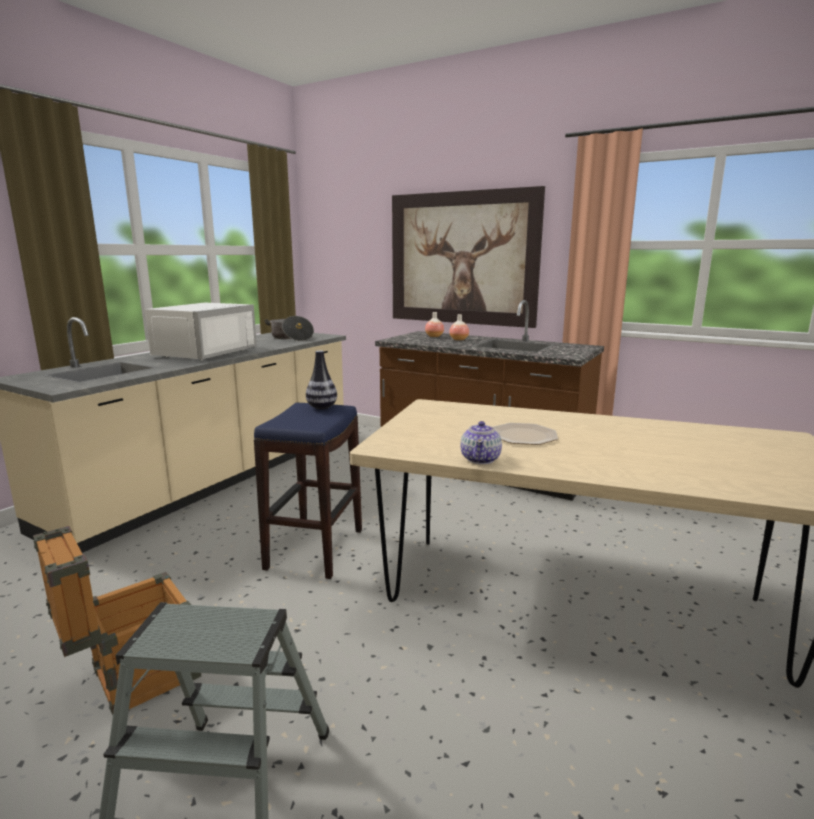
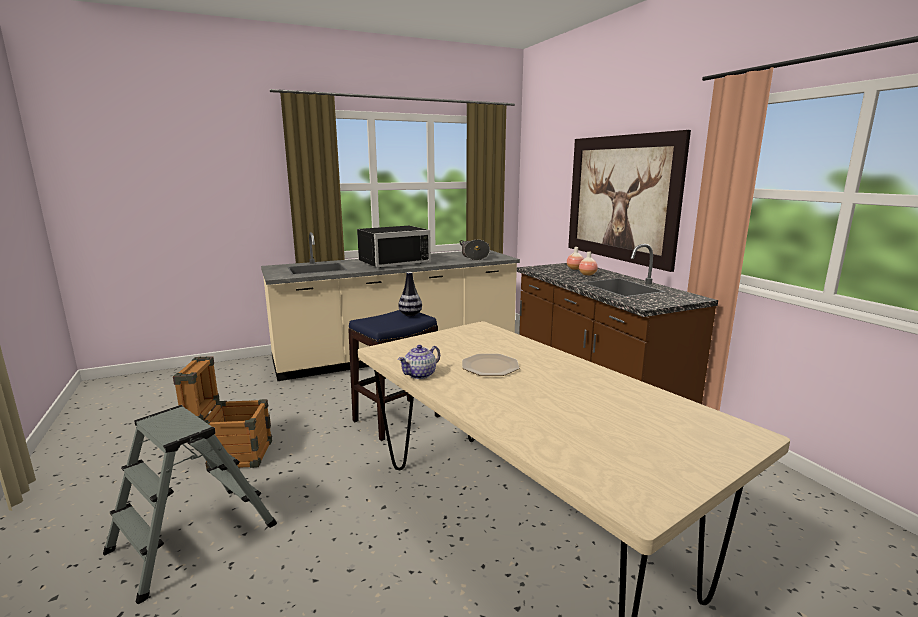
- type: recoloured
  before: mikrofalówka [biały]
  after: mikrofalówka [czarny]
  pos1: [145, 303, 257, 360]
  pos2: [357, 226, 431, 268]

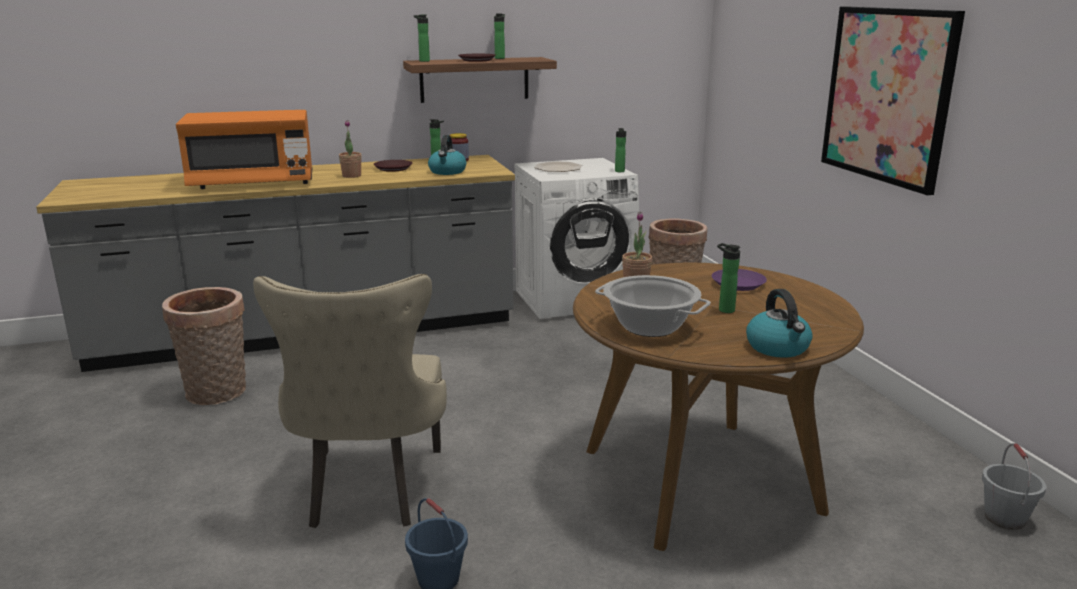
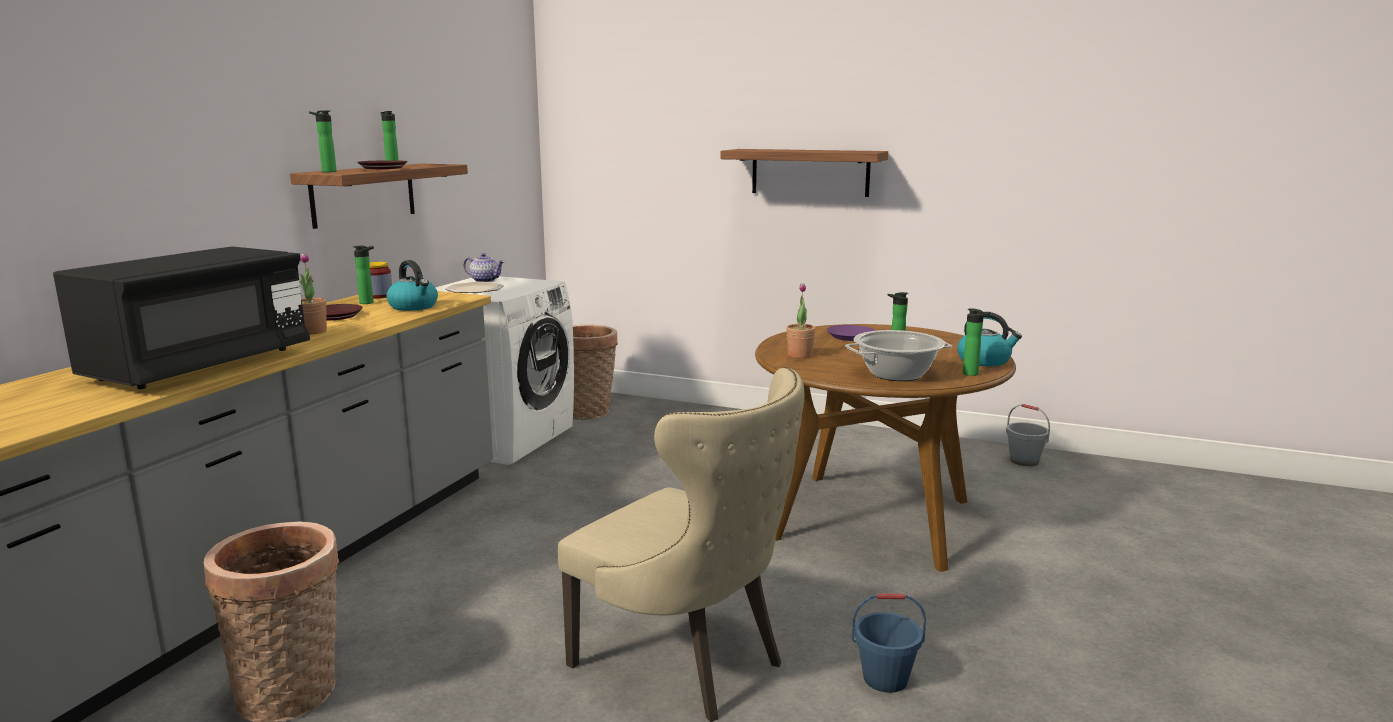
- type: replaced
  before: obraz
  after: półka
  pos1: [821, 6, 965, 195]
  pos2: [721, 149, 888, 197]
- type: recoloured
  before: mikrofalówka [pomarańczowy]
  after: mikrofalówka [czarny]
  pos1: [176, 110, 312, 189]
  pos2: [53, 247, 310, 389]
- type: moved
  before: butelka
  pos1: [615, 128, 626, 172]
  pos2: [963, 309, 991, 376]
- type: added
  after: imbryk
  pos2: [463, 253, 504, 282]

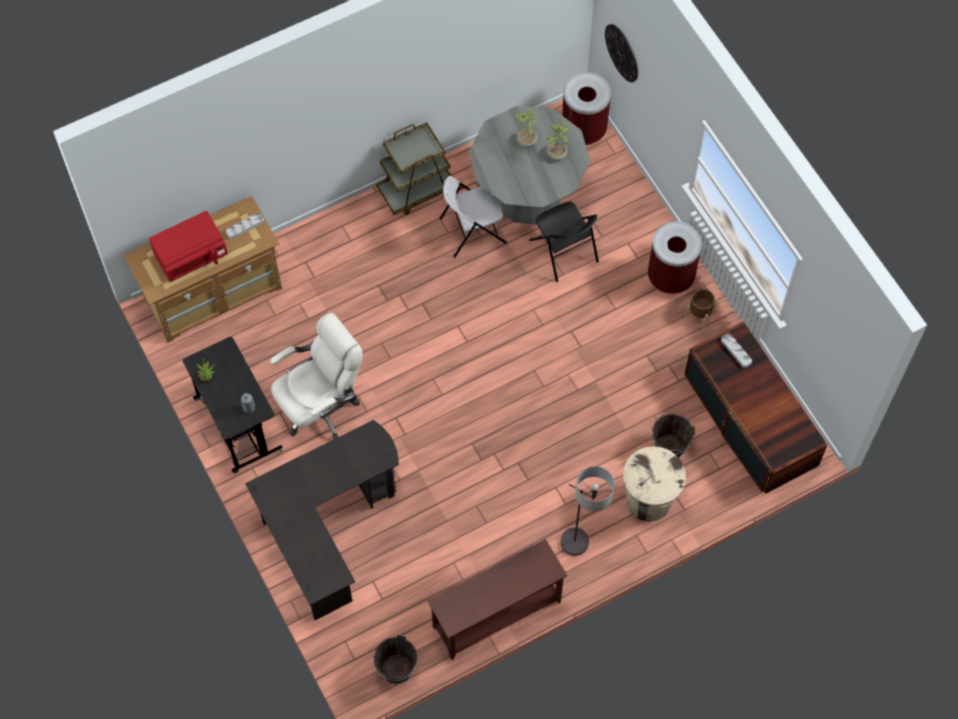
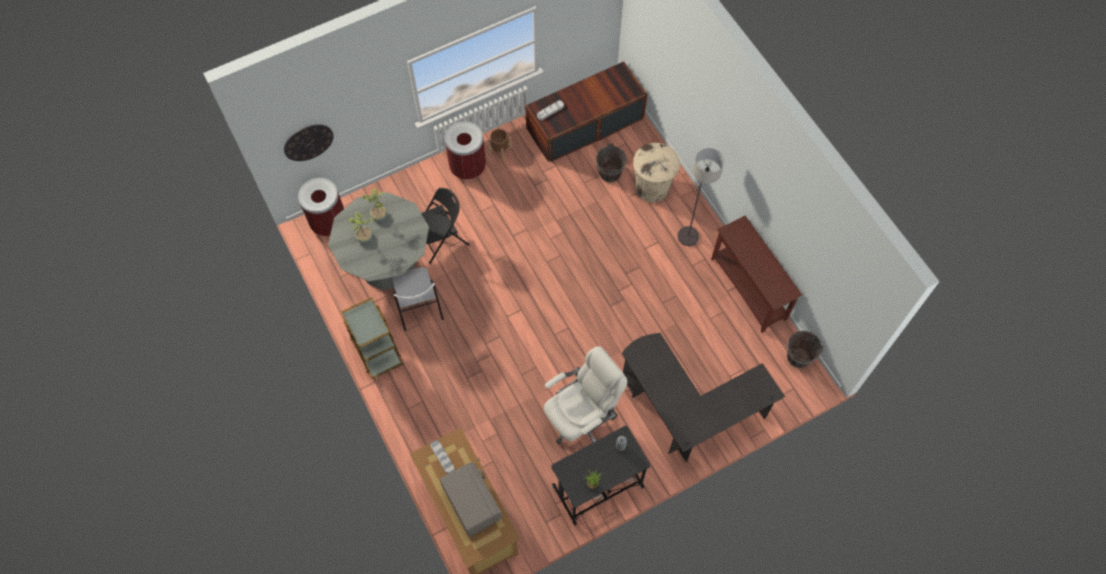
- type: recoloured
  before: mikrofalówka [czerwony]
  after: mikrofalówka [szary]
  pos1: [149, 211, 228, 282]
  pos2: [440, 462, 502, 537]
- type: turned
  before: krzesło biurowe [biały]
  pos1: [270, 313, 363, 439]
  pos2: [544, 346, 627, 444]
  turn: 90

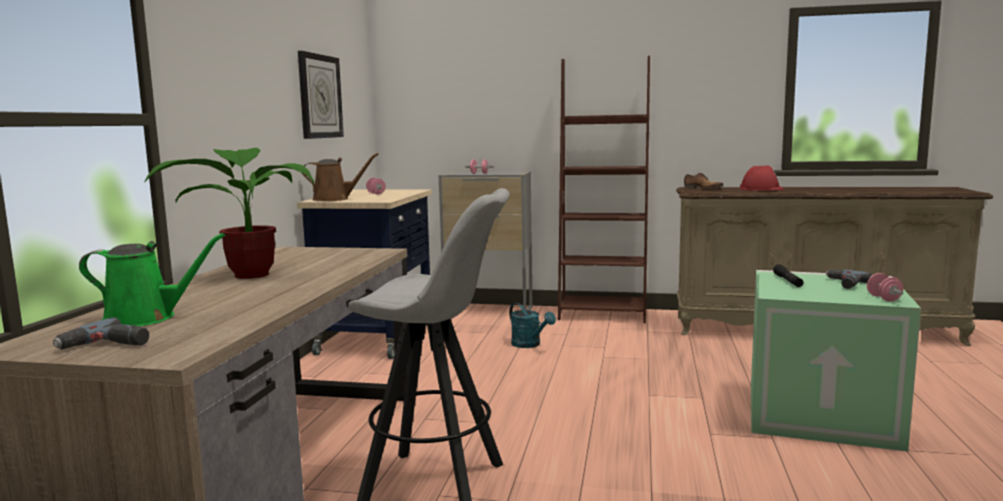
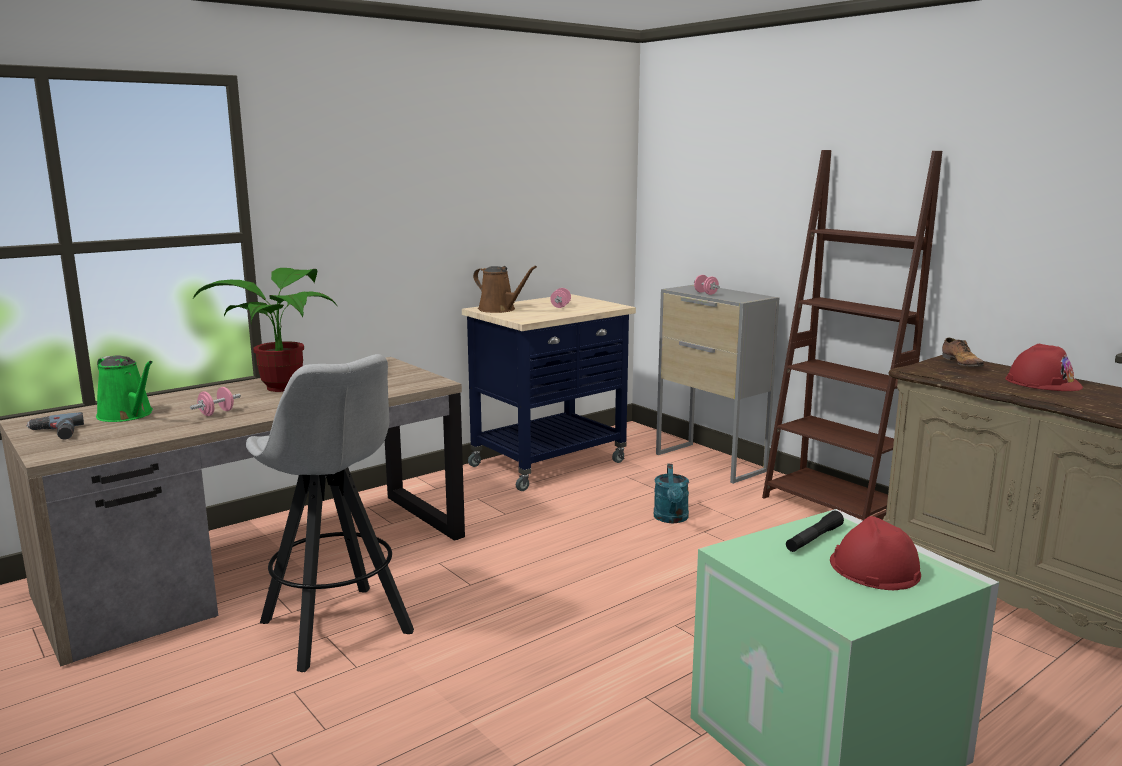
- type: removed
  before: zegar ścienny
  pos1: [298, 51, 344, 139]
- type: replaced
  before: wiertarka
  after: kask [czerwony]
  pos1: [826, 269, 871, 289]
  pos2: [830, 516, 921, 590]
- type: moved
  before: hantel [różowy]
  pos1: [867, 273, 903, 301]
  pos2: [190, 387, 241, 416]

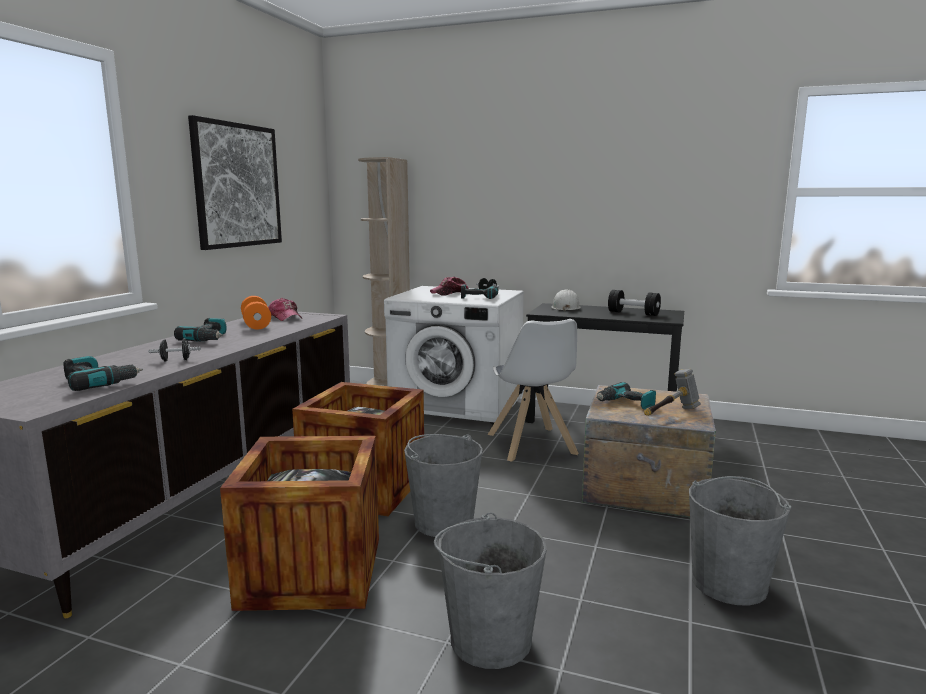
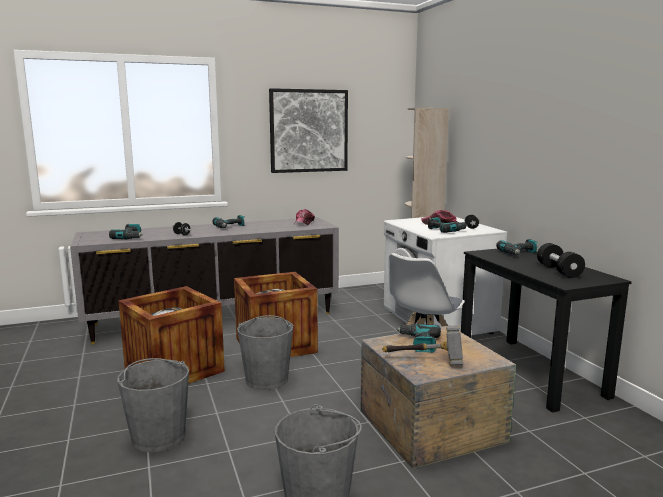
- type: replaced
  before: kask [biały]
  after: wiertarka
  pos1: [552, 289, 581, 311]
  pos2: [496, 239, 538, 255]
- type: removed
  before: hantel [pomarańczowy]
  pos1: [241, 296, 271, 330]

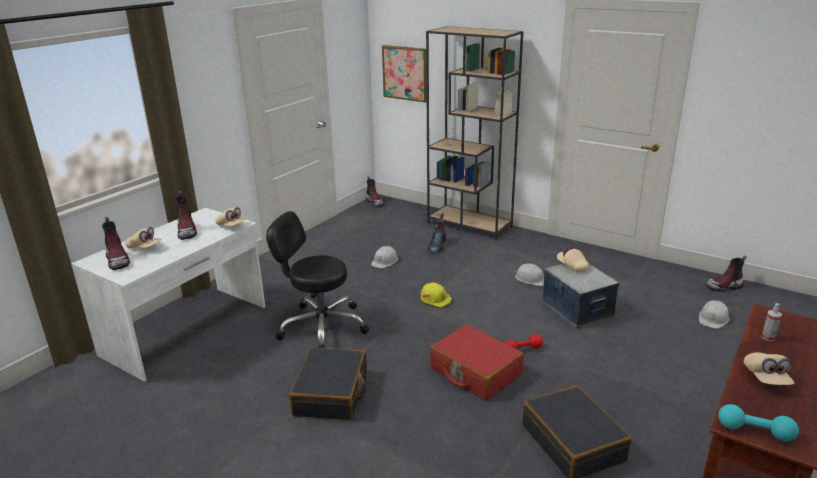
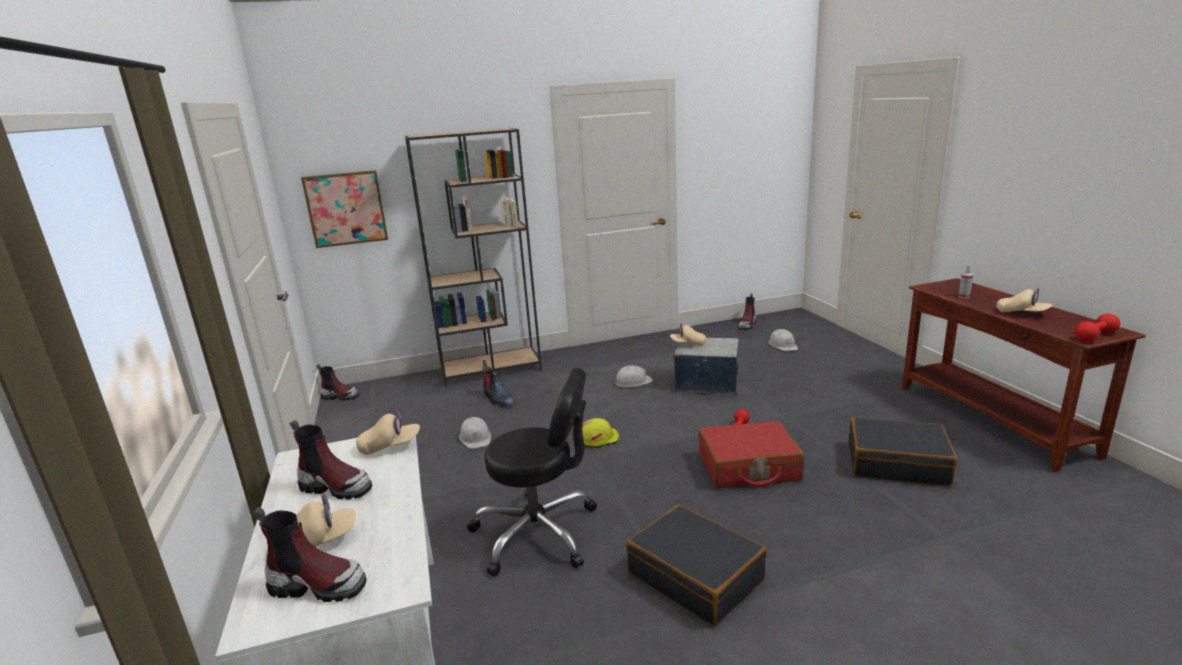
- type: turned
  before: krzesło biurowe [czarny]
  pos1: [266, 211, 369, 348]
  pos2: [467, 368, 597, 577]
  turn: -135
- type: recoloured
  before: hantel [turkusowy]
  after: hantel [czerwony]
  pos1: [718, 404, 799, 442]
  pos2: [1075, 314, 1120, 341]

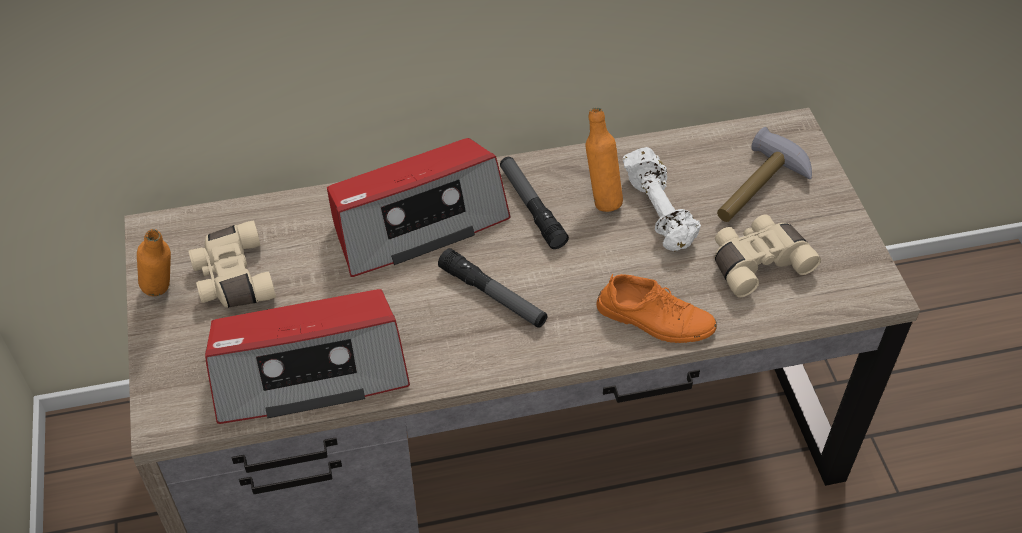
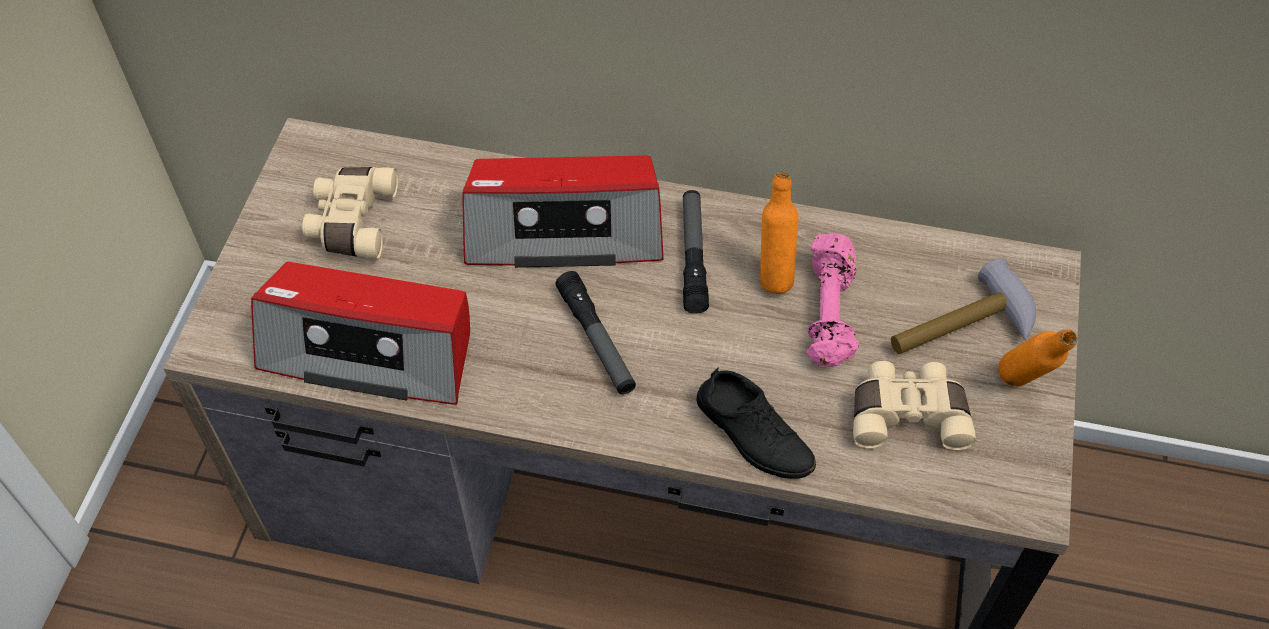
- type: recoloured
  before: hantel [biały]
  after: hantel [różowy]
  pos1: [623, 147, 701, 251]
  pos2: [807, 233, 859, 367]
- type: moved
  before: butelka [pomarańczowy]
  pos1: [137, 229, 171, 296]
  pos2: [998, 329, 1077, 386]
- type: recoloured
  before: but [pomarańczowy]
  after: but [czarny]
  pos1: [596, 274, 717, 343]
  pos2: [696, 367, 816, 479]

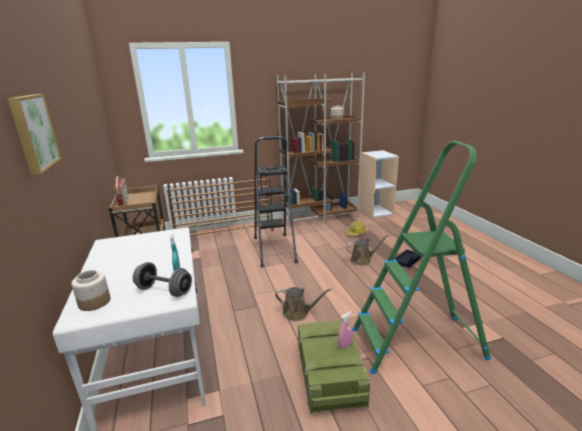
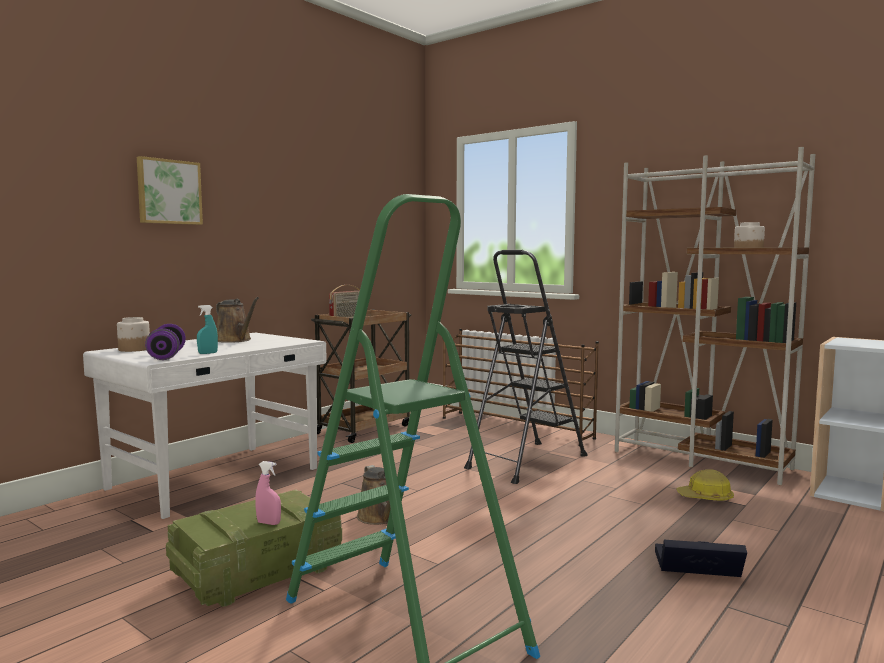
- type: moved
  before: konewka [brązowy]
  pos1: [346, 234, 389, 266]
  pos2: [216, 297, 259, 343]
- type: recoloured
  before: hantel [szary]
  after: hantel [fioletowy]
  pos1: [133, 262, 192, 297]
  pos2: [145, 324, 186, 360]

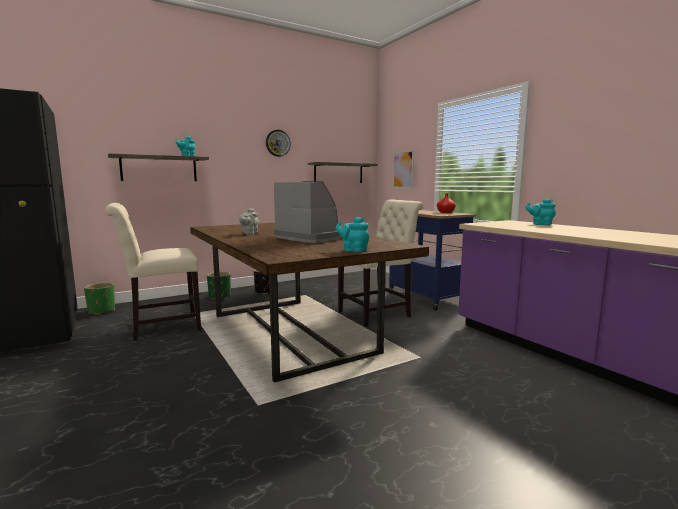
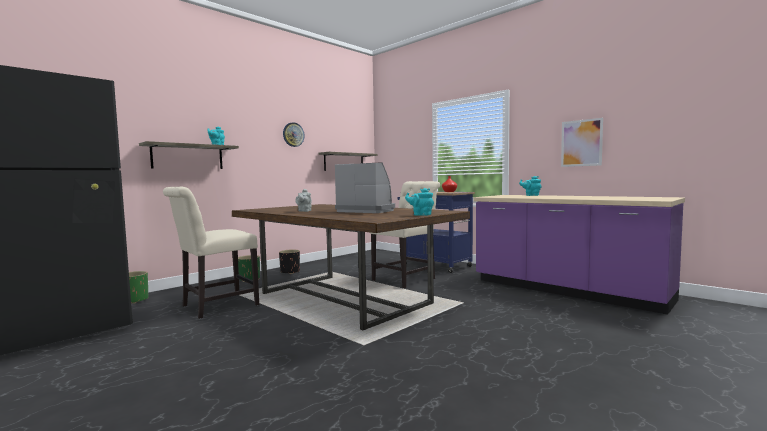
- type: moved
  before: obraz
  pos1: [392, 150, 414, 189]
  pos2: [561, 118, 603, 167]

